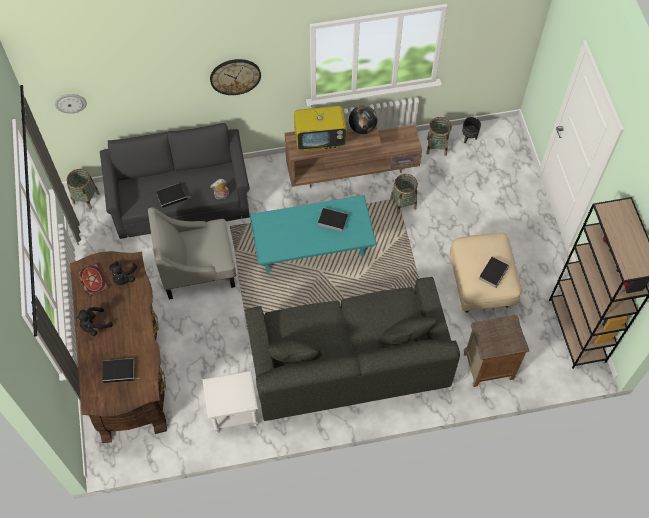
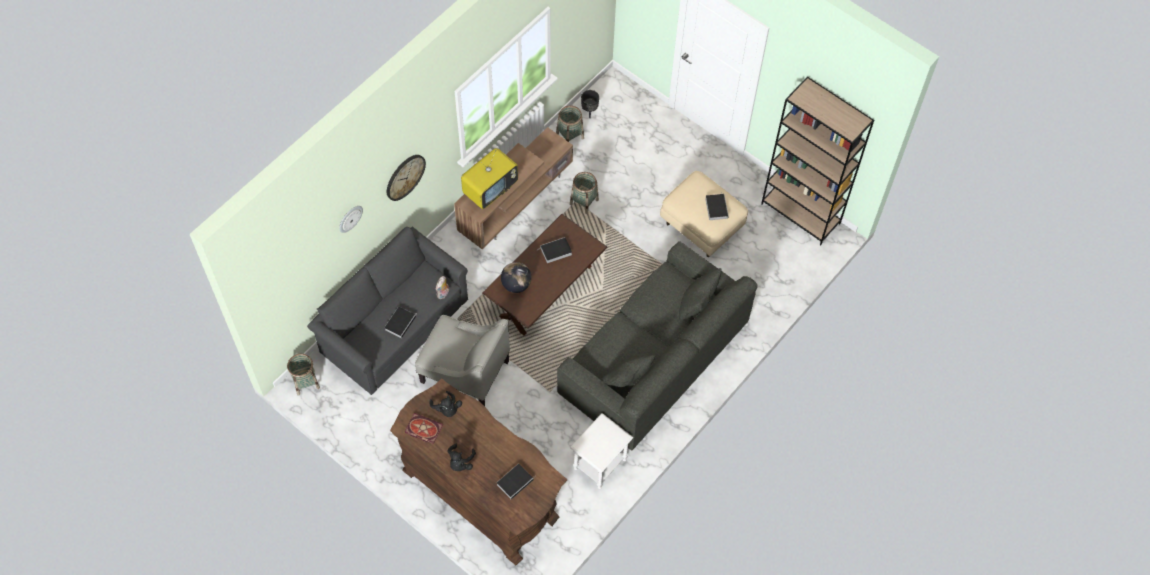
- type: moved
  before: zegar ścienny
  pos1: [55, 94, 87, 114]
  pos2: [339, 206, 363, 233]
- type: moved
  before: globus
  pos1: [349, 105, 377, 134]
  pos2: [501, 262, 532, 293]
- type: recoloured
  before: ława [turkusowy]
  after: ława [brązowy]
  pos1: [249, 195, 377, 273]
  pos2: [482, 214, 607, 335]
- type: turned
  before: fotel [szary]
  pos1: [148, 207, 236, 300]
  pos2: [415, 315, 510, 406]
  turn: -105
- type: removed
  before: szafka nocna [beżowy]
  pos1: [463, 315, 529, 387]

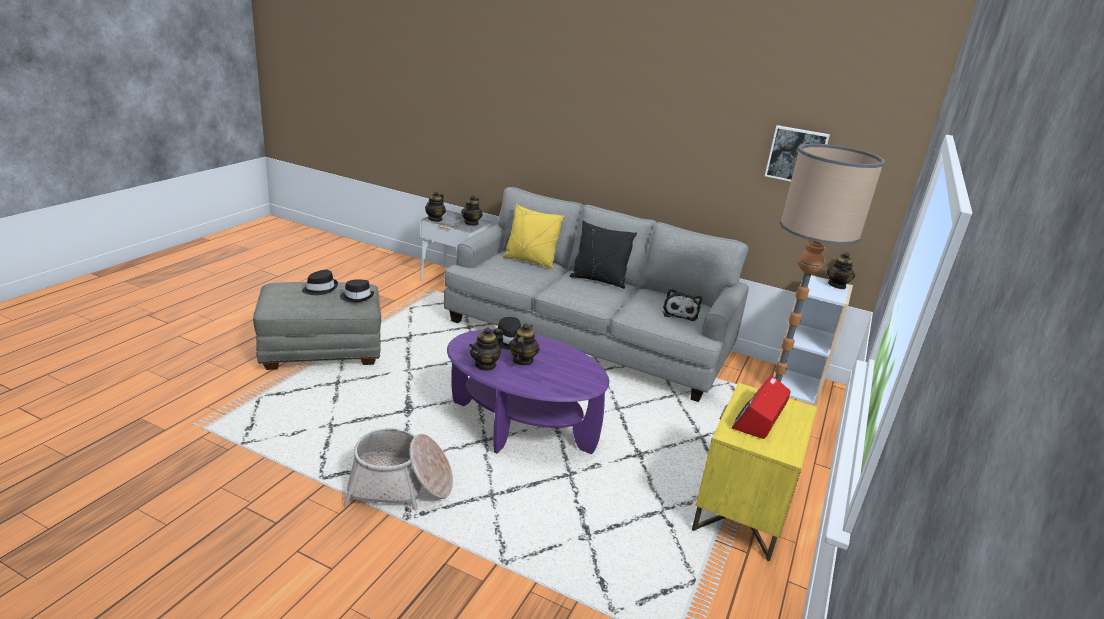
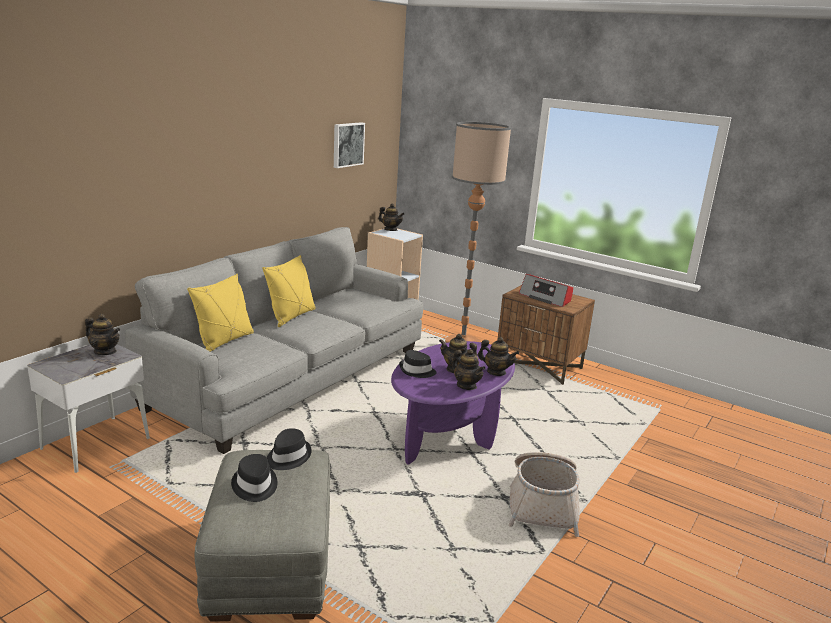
- type: moved
  before: imbryk
  pos1: [425, 191, 446, 222]
  pos2: [478, 337, 519, 376]
- type: recoloured
  before: poduszka [czarny]
  after: poduszka [żółty]
  pos1: [570, 221, 637, 289]
  pos2: [262, 255, 315, 327]
- type: removed
  before: pluszak
  pos1: [663, 288, 702, 321]
- type: recoloured
  before: szafka nocna [żółty]
  after: szafka nocna [brązowy]
  pos1: [692, 383, 817, 562]
  pos2: [498, 285, 595, 385]

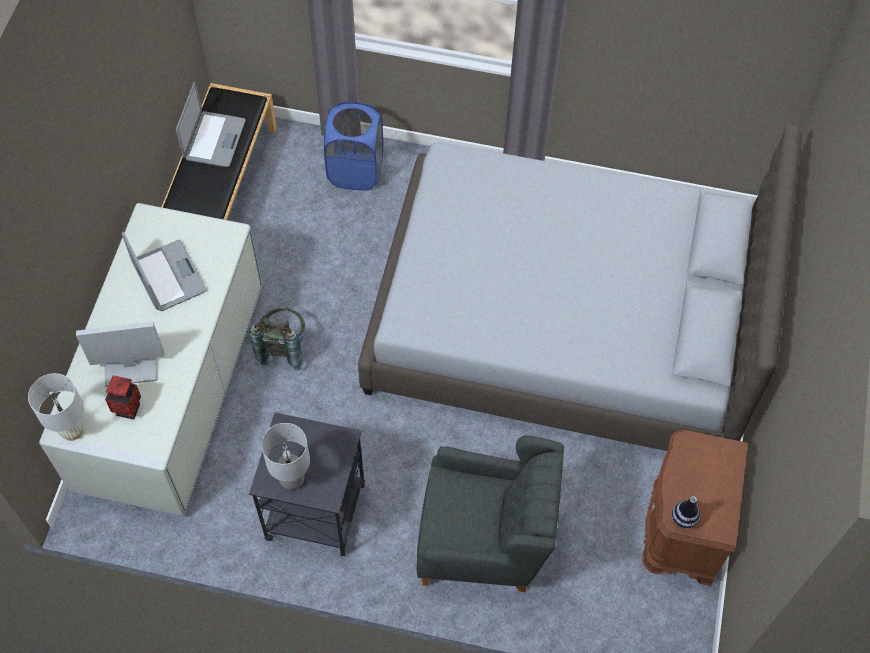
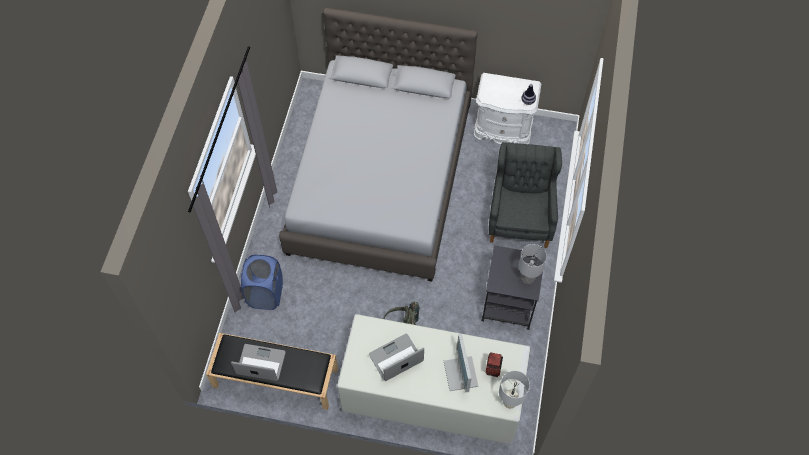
- type: recoloured
  before: szafka nocna [brązowy]
  after: szafka nocna [biały]
  pos1: [642, 430, 748, 586]
  pos2: [474, 73, 541, 144]

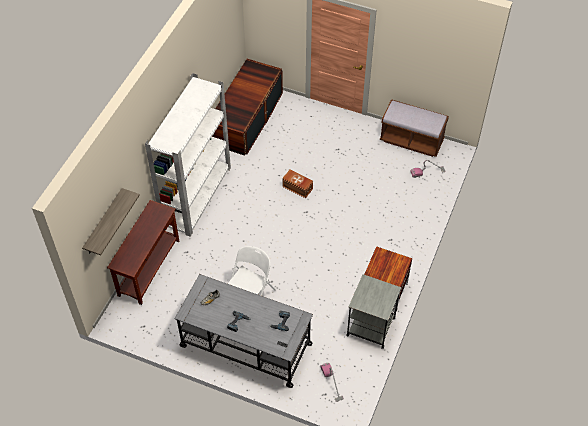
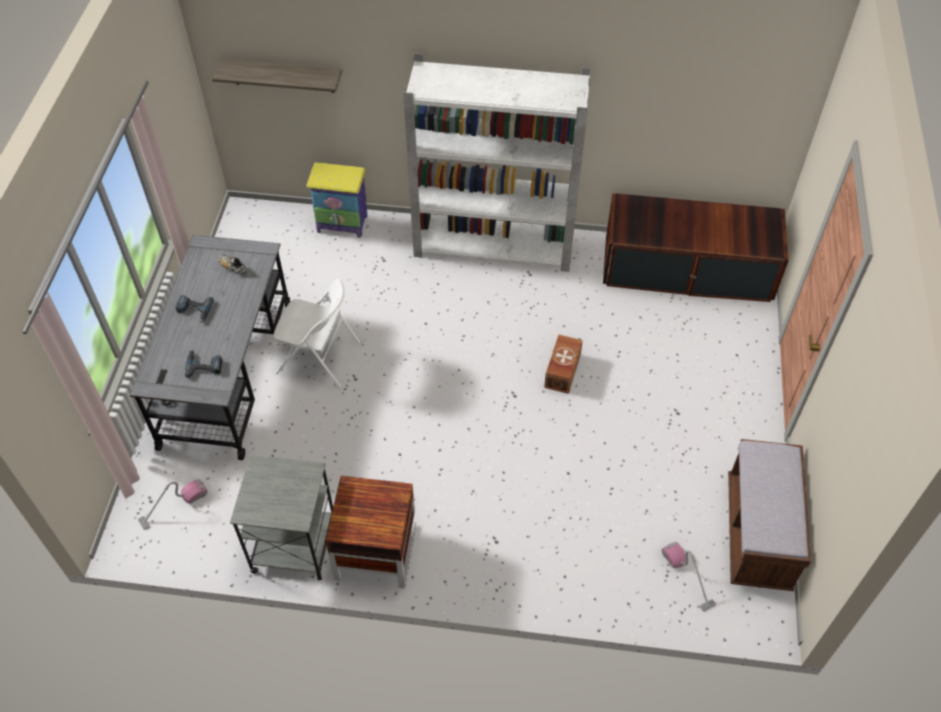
- type: replaced
  before: stolik konsolowy [brązowy]
  after: szafka nocna
  pos1: [107, 200, 179, 305]
  pos2: [306, 162, 367, 238]

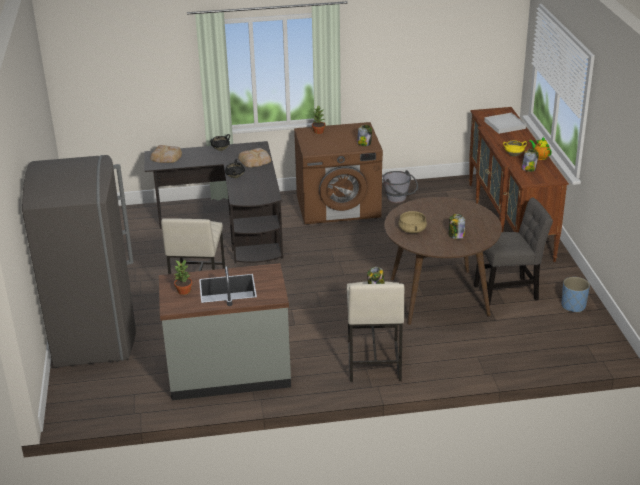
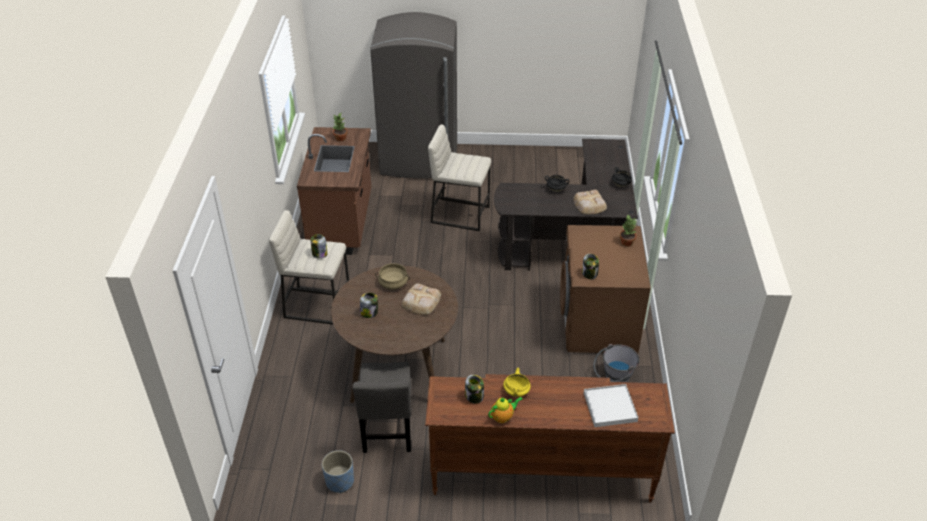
- type: moved
  before: chleb
  pos1: [150, 145, 182, 163]
  pos2: [401, 283, 441, 315]
- type: recoloured
  before: zabudowa kuchenna [szary]
  after: zabudowa kuchenna [brązowy]
  pos1: [159, 263, 291, 400]
  pos2: [297, 127, 371, 255]

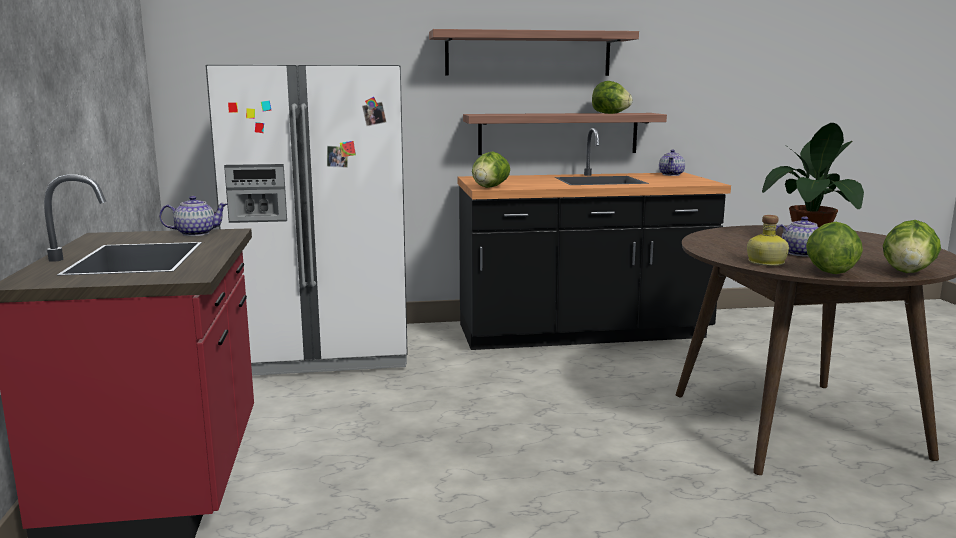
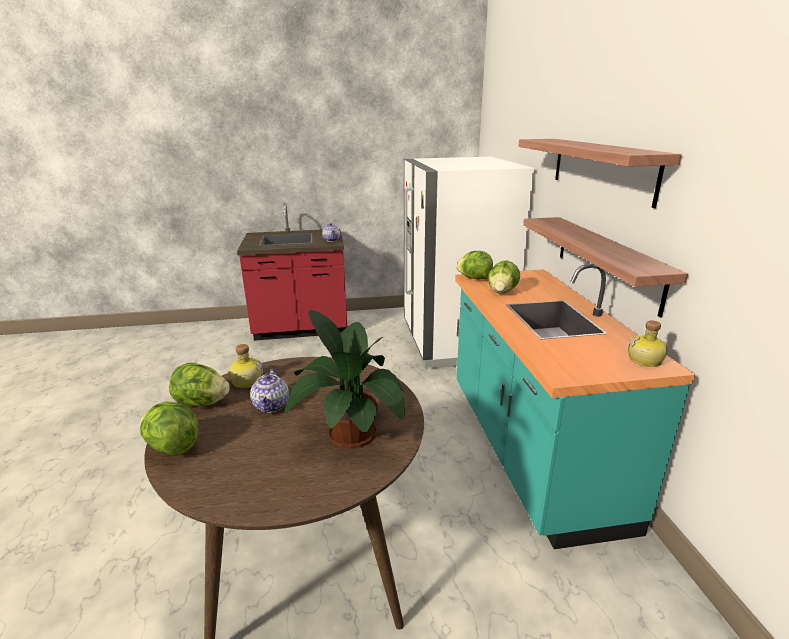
- type: moved
  before: sałata
  pos1: [592, 81, 632, 114]
  pos2: [488, 260, 520, 294]
- type: recoloured
  before: zabudowa kuchenna [czarny]
  after: zabudowa kuchenna [turkusowy]
  pos1: [457, 128, 731, 350]
  pos2: [455, 263, 695, 549]
- type: replaced
  before: imbryk
  after: butelka
  pos1: [659, 150, 685, 176]
  pos2: [628, 320, 668, 367]

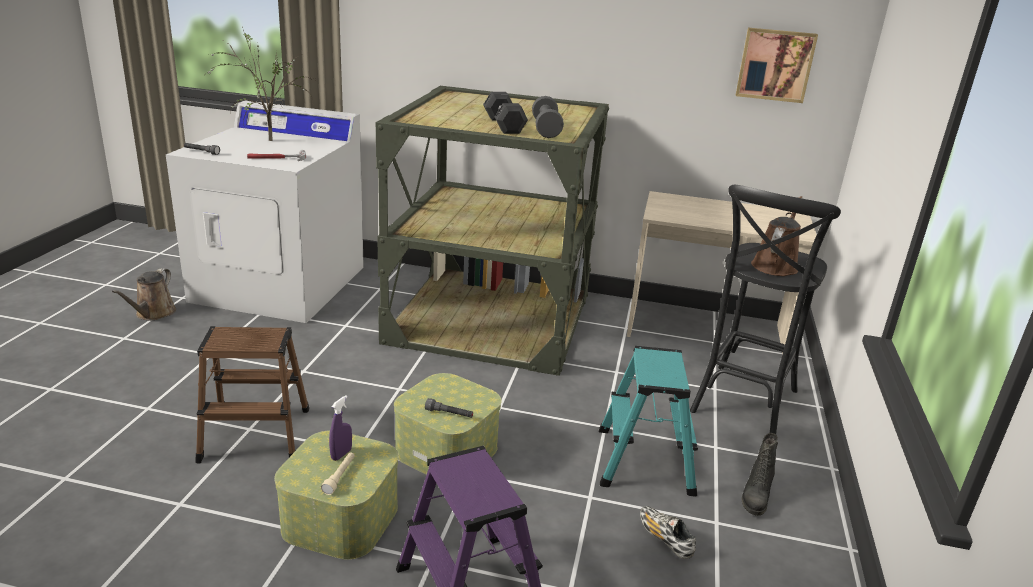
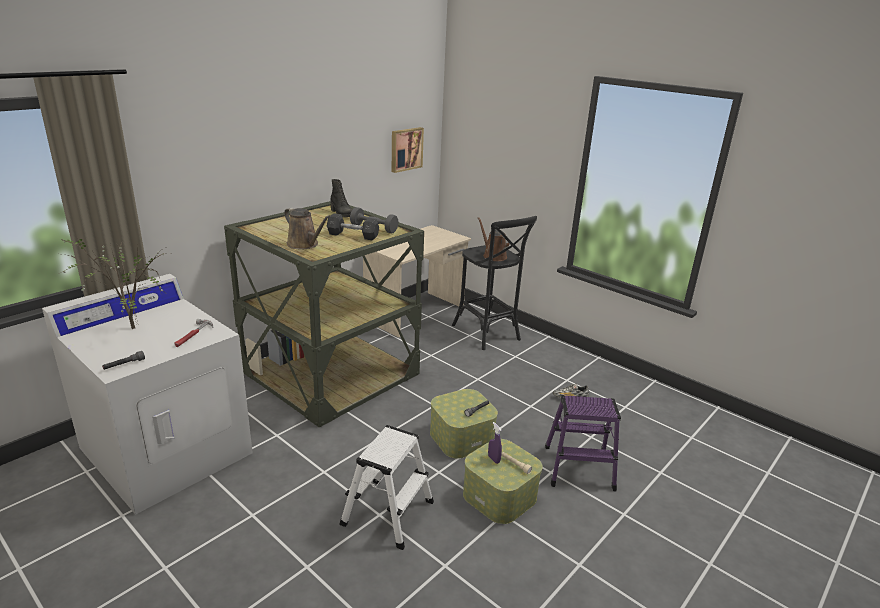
- type: moved
  before: konewka [brązowy]
  pos1: [112, 268, 176, 320]
  pos2: [284, 207, 331, 249]
- type: recoloured
  before: drabinka [brązowy]
  after: drabinka [biały]
  pos1: [195, 326, 309, 463]
  pos2: [339, 425, 434, 550]
- type: removed
  before: drabinka [turkusowy]
  pos1: [599, 346, 698, 497]
- type: moved
  before: but z cholewką [czarny]
  pos1: [741, 433, 778, 516]
  pos2: [330, 179, 352, 217]

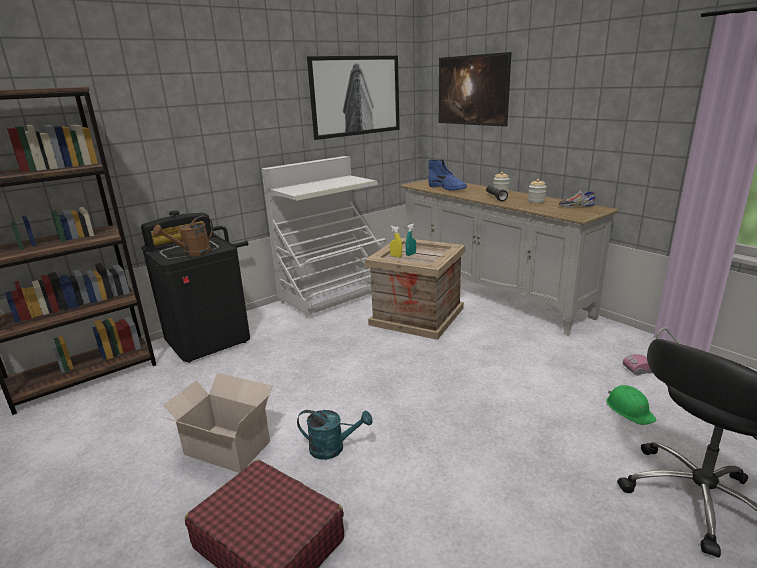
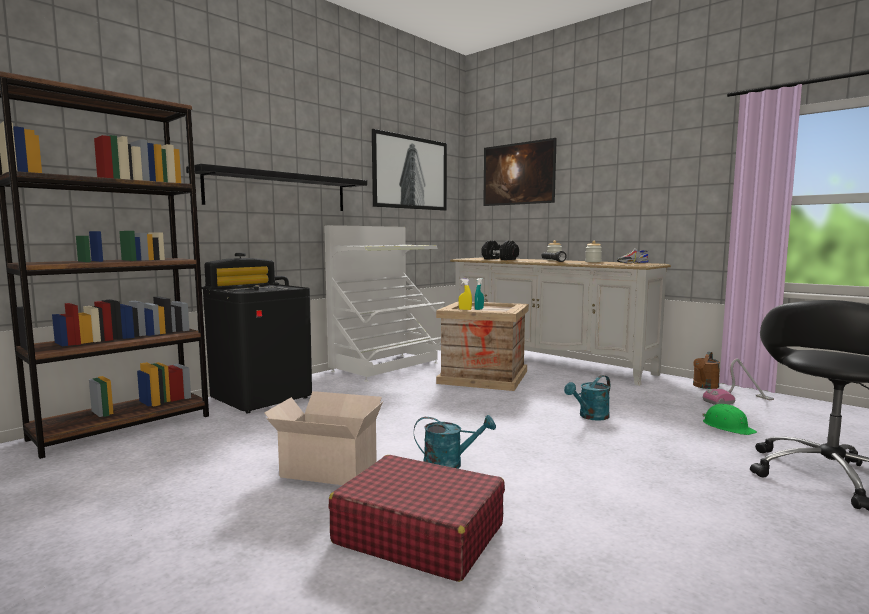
- type: replaced
  before: but z cholewką [niebieski]
  after: hantel [czarny]
  pos1: [428, 159, 467, 191]
  pos2: [482, 241, 519, 260]
- type: moved
  before: konewka [brązowy]
  pos1: [153, 216, 213, 257]
  pos2: [693, 352, 720, 389]
- type: added
  after: półka [czarny]
  pos2: [186, 164, 367, 211]
- type: added
  after: konewka [turkusowy]
  pos2: [564, 375, 610, 421]

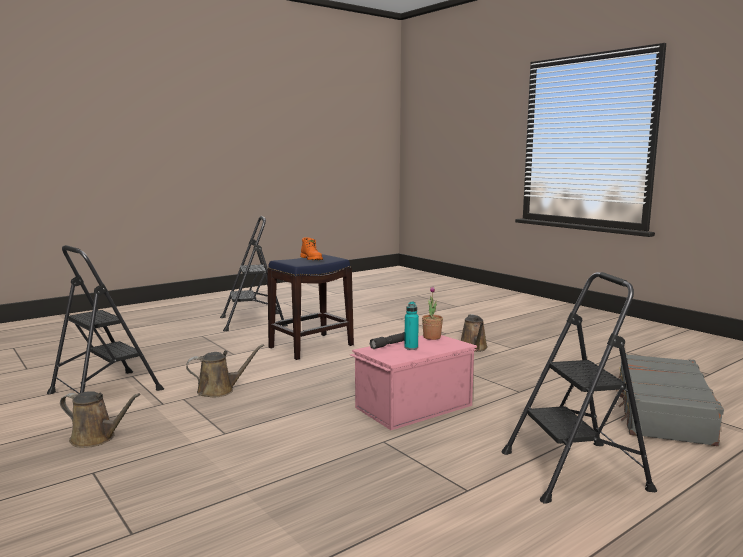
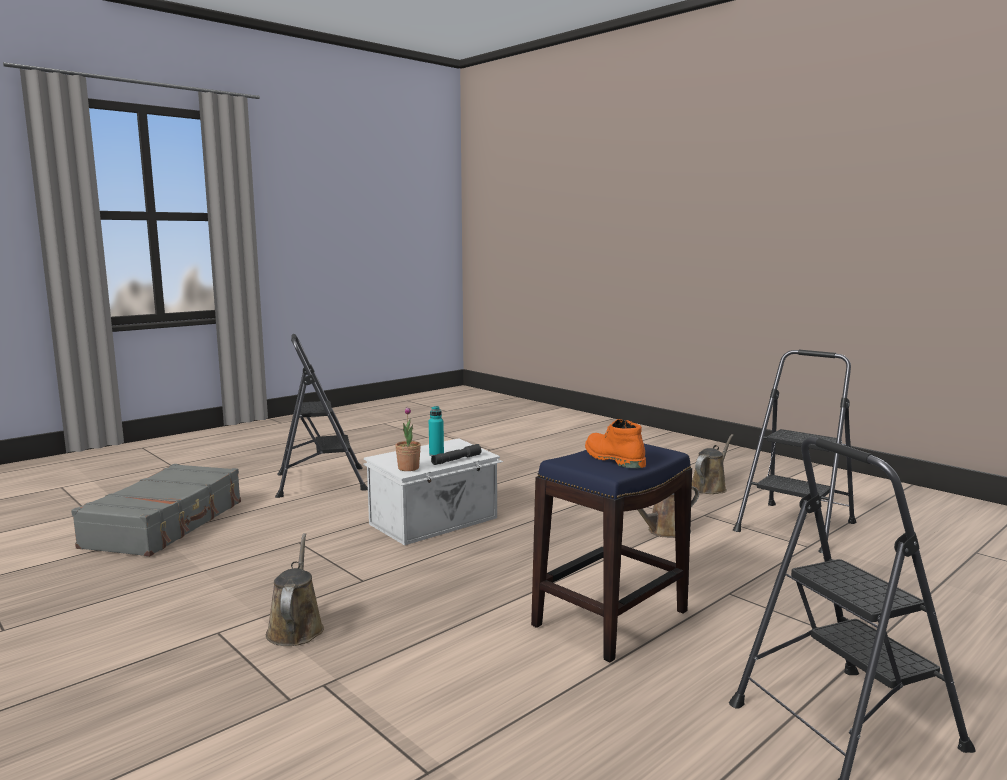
- type: recoloured
  before: pojemnik do przechowywania [różowy]
  after: pojemnik do przechowywania [biały]
  pos1: [349, 335, 477, 430]
  pos2: [363, 438, 503, 545]
- type: turned
  before: konewka [brązowy]
  pos1: [60, 391, 141, 448]
  pos2: [692, 434, 734, 494]
  turn: 120

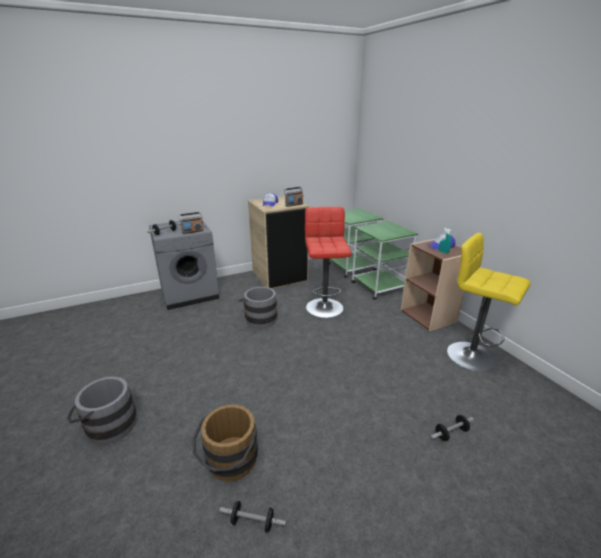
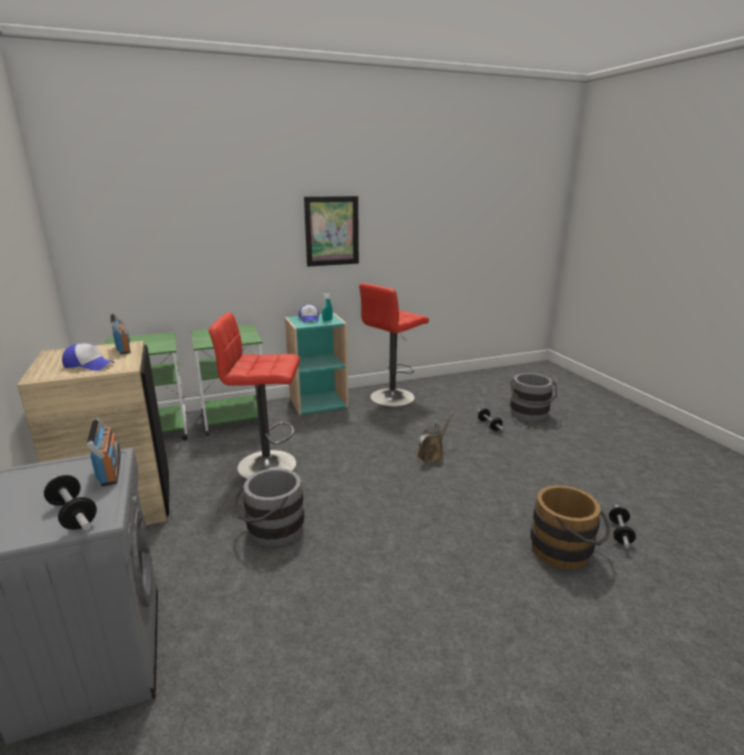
- type: recoloured
  before: stołek [żółty]
  after: stołek [czerwony]
  pos1: [447, 233, 531, 371]
  pos2: [359, 283, 429, 406]
- type: recoloured
  before: regał [brązowy]
  after: regał [turkusowy]
  pos1: [401, 239, 465, 331]
  pos2: [285, 313, 348, 415]
- type: moved
  before: wiadro [szary]
  pos1: [67, 376, 136, 445]
  pos2: [510, 373, 558, 421]
- type: added
  after: obraz
  pos2: [304, 196, 359, 267]
- type: added
  after: konewka [brązowy]
  pos2: [417, 412, 453, 463]

